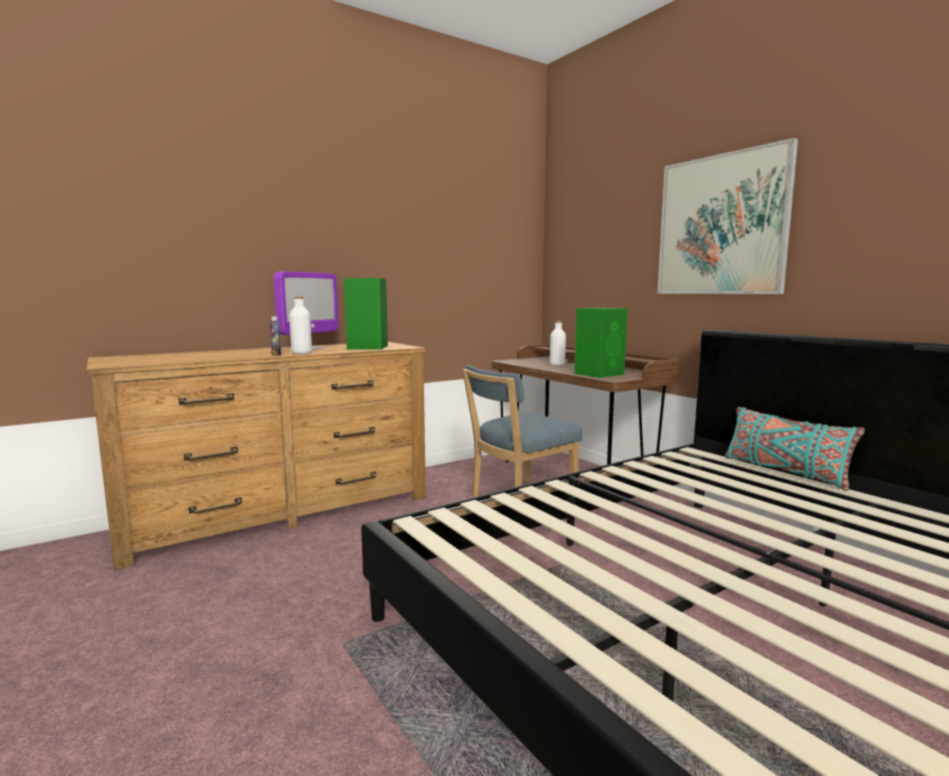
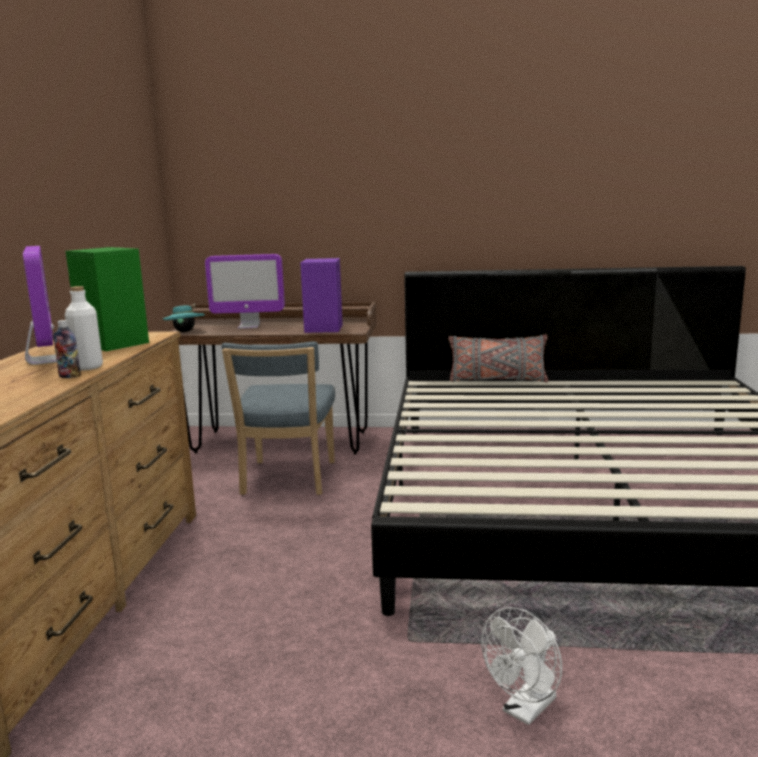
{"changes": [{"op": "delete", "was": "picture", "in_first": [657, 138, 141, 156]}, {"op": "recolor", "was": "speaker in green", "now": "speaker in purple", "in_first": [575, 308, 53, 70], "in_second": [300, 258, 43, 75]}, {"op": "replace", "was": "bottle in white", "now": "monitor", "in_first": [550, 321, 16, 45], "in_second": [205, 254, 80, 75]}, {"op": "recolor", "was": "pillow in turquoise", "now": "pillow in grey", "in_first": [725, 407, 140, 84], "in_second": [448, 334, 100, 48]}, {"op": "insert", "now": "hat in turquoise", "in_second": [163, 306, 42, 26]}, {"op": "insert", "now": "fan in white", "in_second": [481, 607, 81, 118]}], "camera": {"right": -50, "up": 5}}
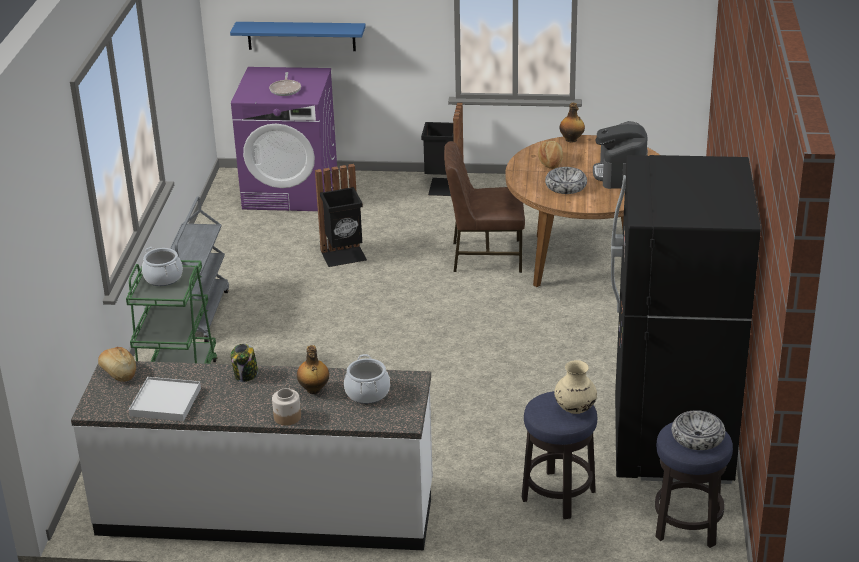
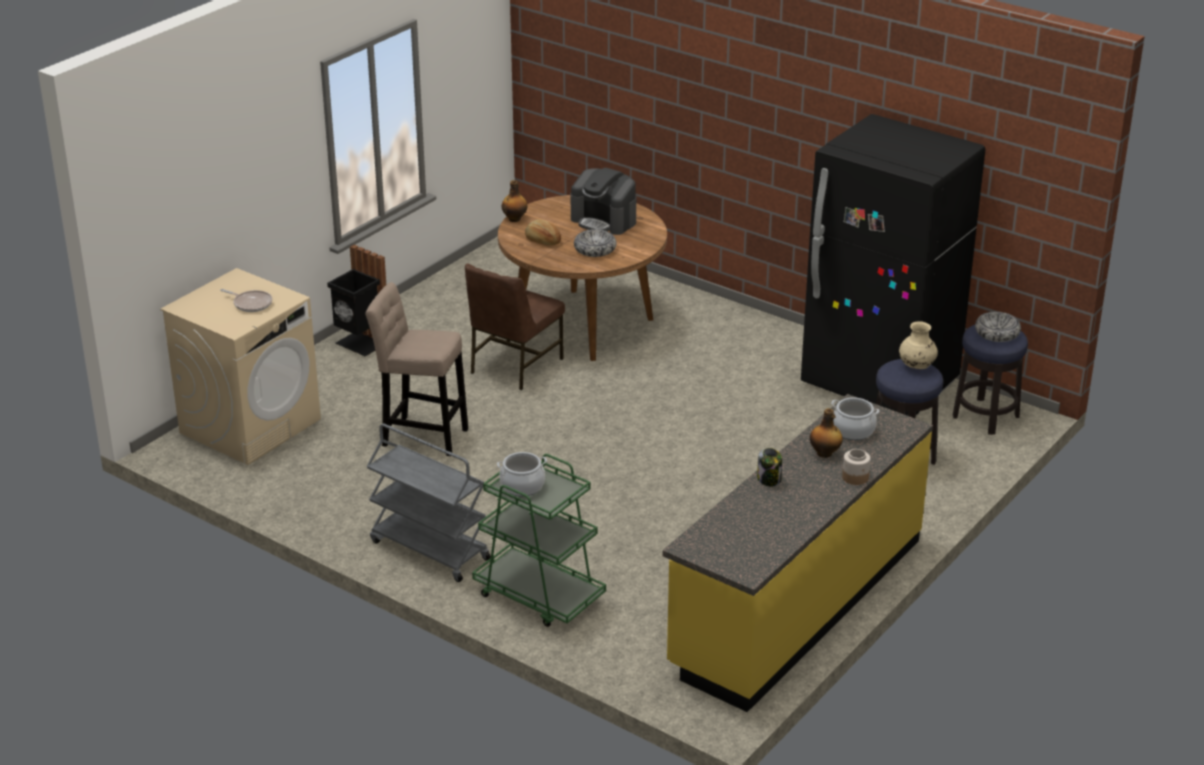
{"changes": [{"op": "delete", "was": "shelf in blue", "in_first": [230, 22, 136, 29]}, {"op": "recolor", "was": "washing machine in purple", "now": "washing machine in beige", "in_first": [231, 67, 106, 144], "in_second": [160, 268, 161, 197]}, {"op": "replace", "was": "trash can in black", "now": "stool in beige", "in_first": [315, 164, 52, 103], "in_second": [366, 282, 102, 174]}, {"op": "delete", "was": "bread", "in_first": [98, 347, 38, 35]}, {"op": "recolor", "was": "counter in white", "now": "counter in yellow", "in_first": [71, 361, 362, 189], "in_second": [663, 394, 270, 318]}, {"op": "delete", "was": "tray in white", "in_first": [129, 377, 72, 44]}], "camera": {"right": -60, "up": 0}}
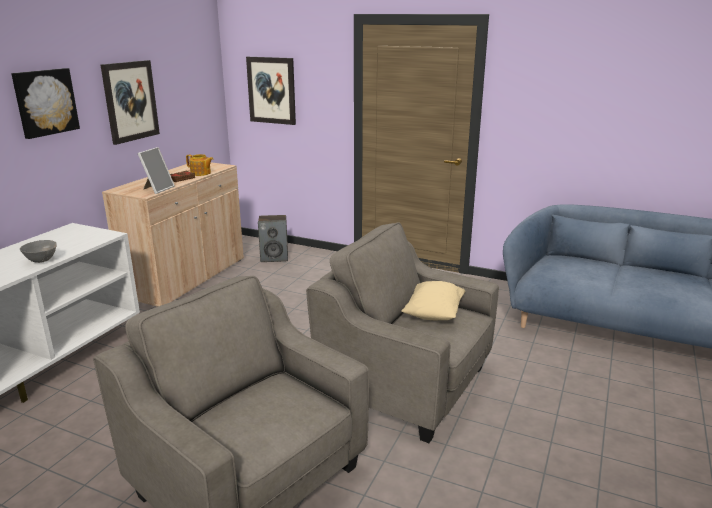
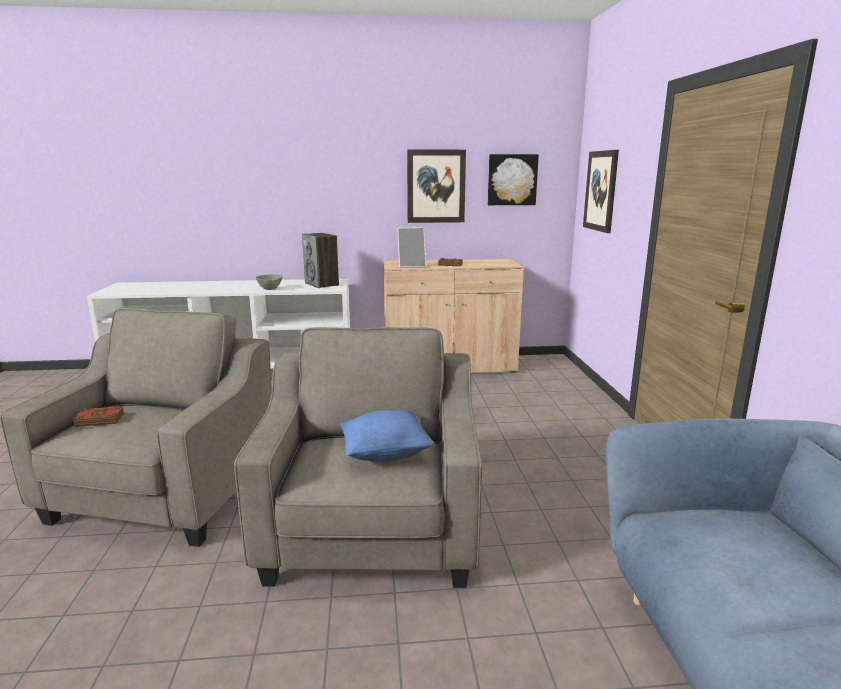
{"changes": [{"op": "move", "was": "picture", "in_first": [11, 68, 69, 71], "in_second": [488, 154, 51, 51]}, {"op": "delete", "was": "teapot", "in_first": [186, 154, 28, 22]}, {"op": "move", "was": "speaker", "in_first": [258, 215, 30, 47], "in_second": [302, 233, 37, 55]}, {"op": "recolor", "was": "pillow in beige", "now": "pillow in blue", "in_first": [401, 281, 65, 39], "in_second": [340, 410, 94, 52]}, {"op": "insert", "now": "book in brown", "in_second": [73, 406, 51, 21]}], "camera": {"right": 60, "up": -5}}
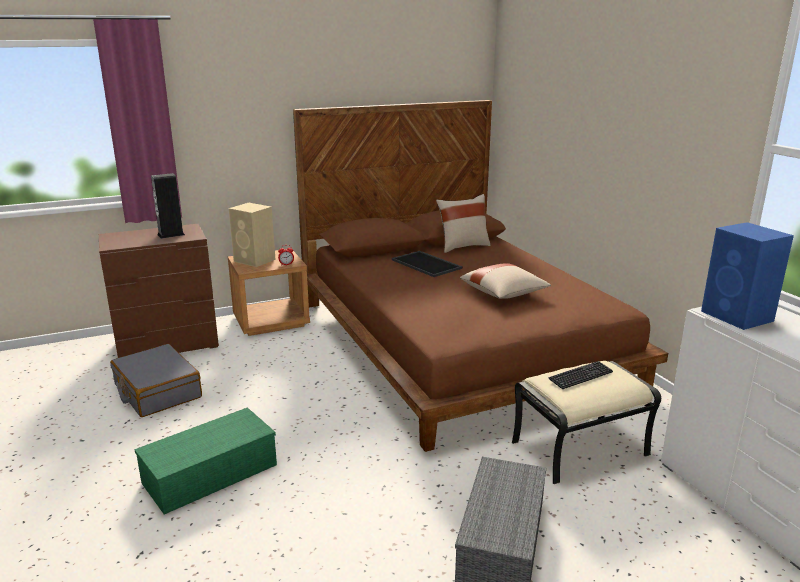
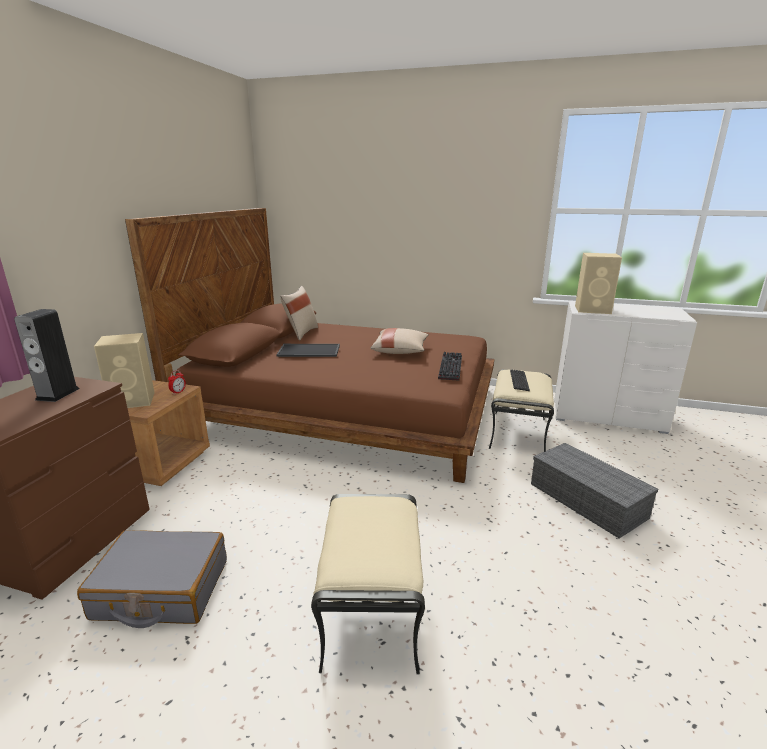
{"changes": [{"op": "recolor", "was": "speaker in blue", "now": "speaker in beige", "in_first": [701, 222, 93, 108], "in_second": [575, 253, 47, 61]}, {"op": "replace", "was": "storage box in green", "now": "ottoman in beige", "in_first": [134, 407, 143, 107], "in_second": [311, 494, 114, 181]}, {"op": "insert", "now": "keyboard", "in_second": [438, 352, 24, 29]}], "camera": {"right": -50, "up": 0}}
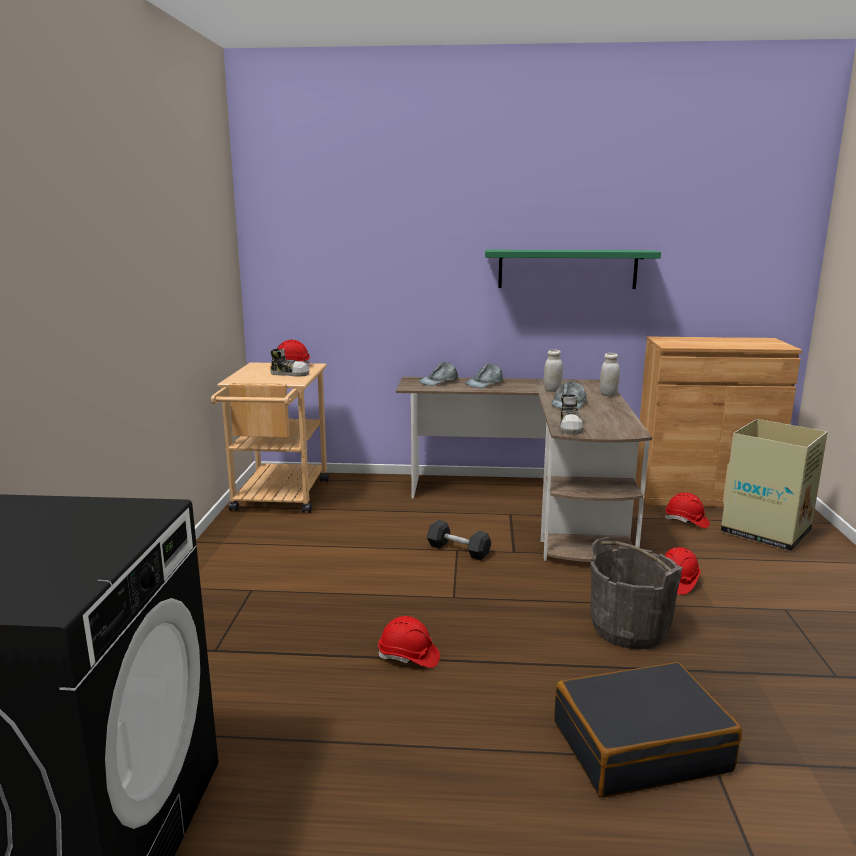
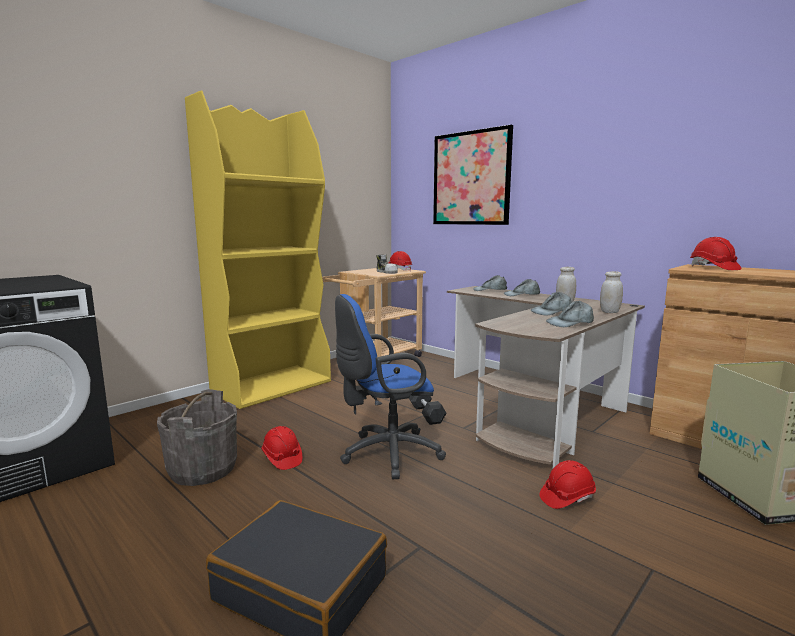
{"changes": [{"op": "delete", "was": "shelf in green", "in_first": [485, 250, 176, 39]}, {"op": "delete", "was": "shoe", "in_first": [560, 394, 24, 40]}, {"op": "move", "was": "hard hat in red", "in_first": [664, 493, 46, 35], "in_second": [690, 237, 52, 33]}, {"op": "move", "was": "bucket in grey", "in_first": [590, 537, 93, 112], "in_second": [157, 389, 80, 97]}, {"op": "insert", "now": "bookcase in yellow", "in_second": [185, 90, 146, 319]}, {"op": "insert", "now": "picture", "in_second": [433, 125, 80, 100]}, {"op": "insert", "now": "office chair in blue", "in_second": [335, 294, 111, 185]}, {"op": "insert", "now": "cap in grey", "in_second": [546, 301, 48, 26]}], "camera": {"right": 40, "up": -5}}
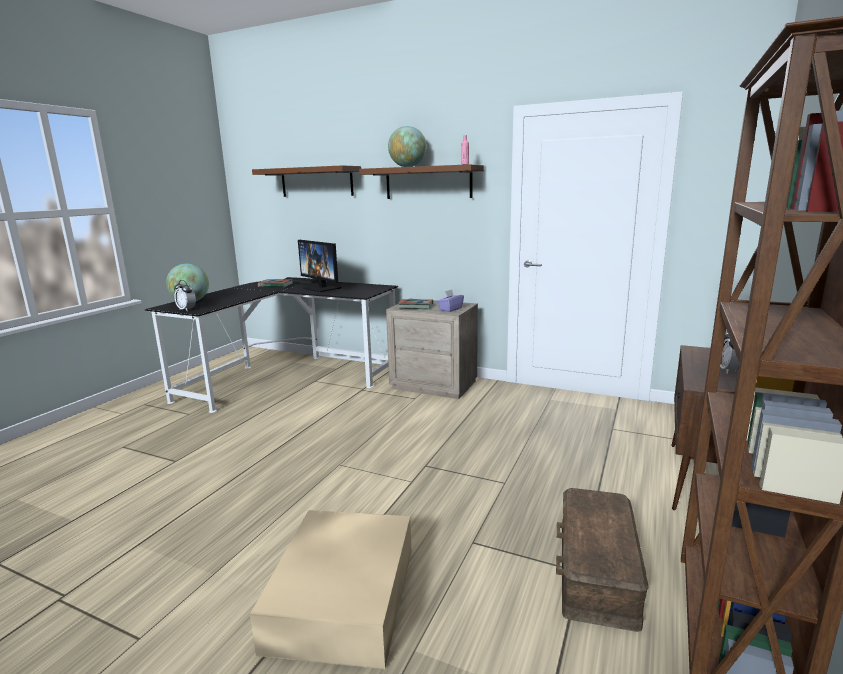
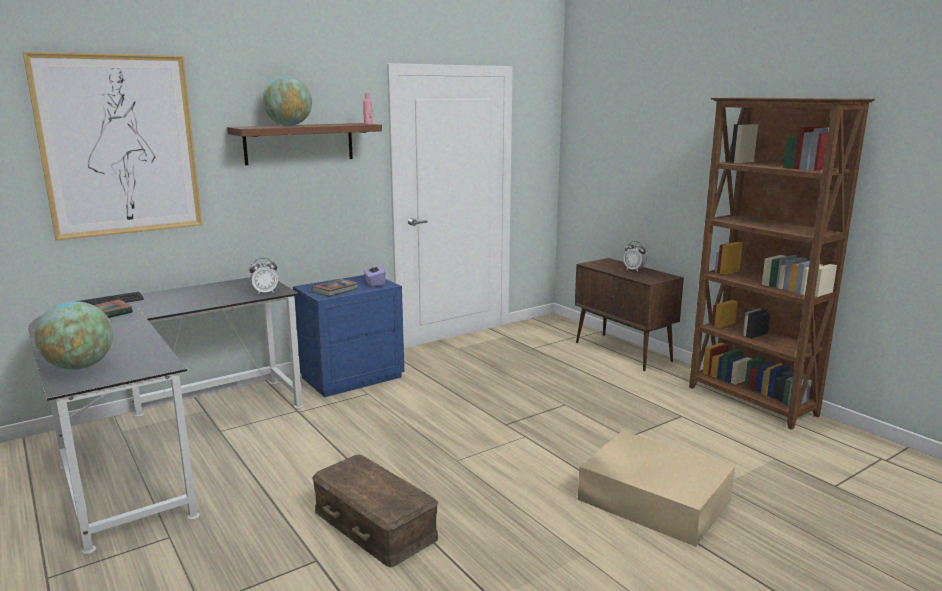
{"changes": [{"op": "replace", "was": "shelf in brown", "now": "picture", "in_first": [252, 165, 109, 32], "in_second": [23, 52, 179, 188]}, {"op": "delete", "was": "monitor", "in_first": [298, 240, 44, 52]}, {"op": "move", "was": "alarm clock", "in_first": [174, 280, 22, 31], "in_second": [249, 258, 29, 37]}, {"op": "recolor", "was": "nightstand in beige", "now": "nightstand in blue", "in_first": [386, 300, 92, 99], "in_second": [293, 275, 111, 122]}, {"op": "move", "was": "storage box in brown", "in_first": [556, 488, 93, 144], "in_second": [312, 455, 126, 112]}], "camera": {"right": -60, "up": 0}}
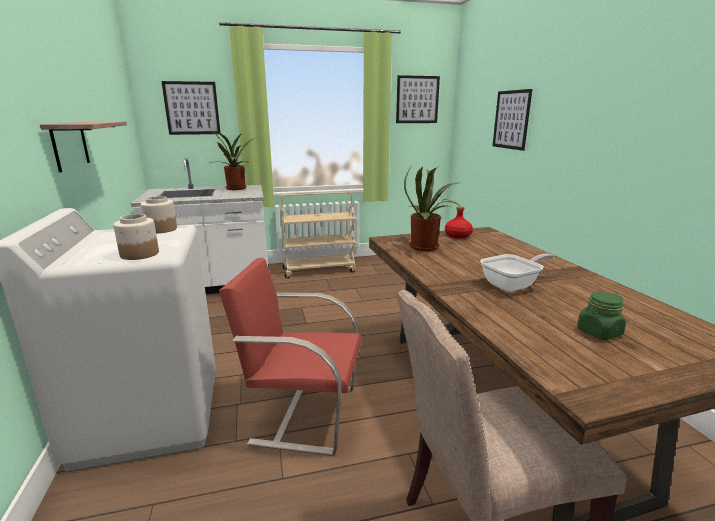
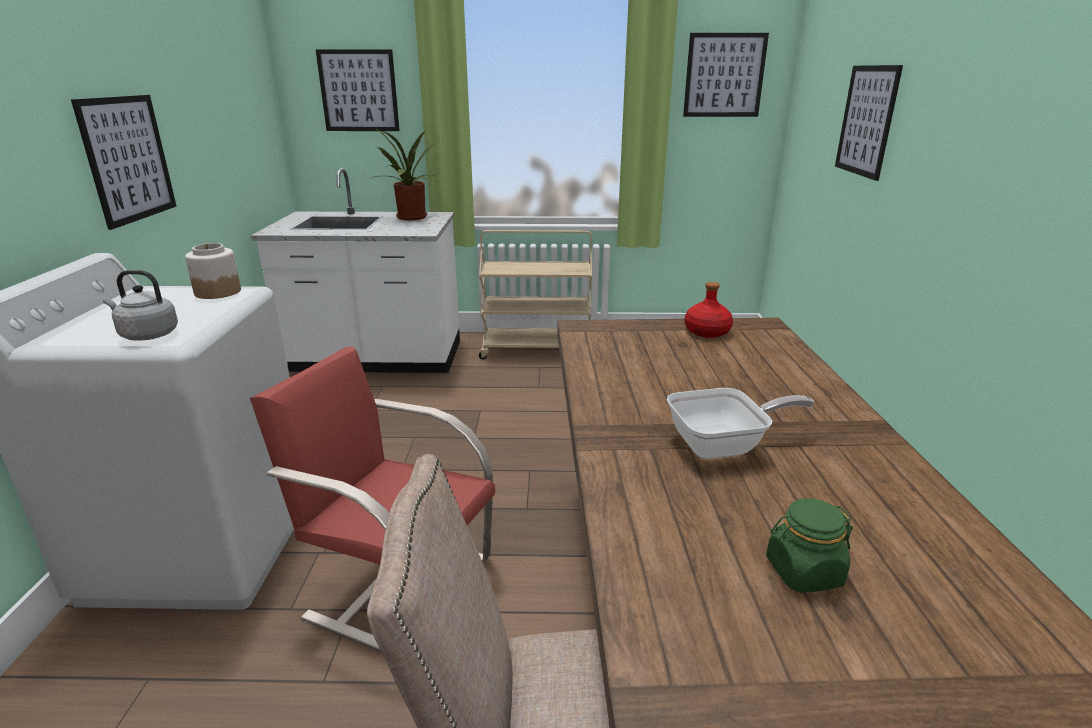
{"changes": [{"op": "replace", "was": "shelf", "now": "picture", "in_first": [40, 121, 87, 51], "in_second": [71, 95, 106, 135]}, {"op": "delete", "was": "potted plant", "in_first": [404, 167, 59, 84]}, {"op": "replace", "was": "jar", "now": "kettle in grey", "in_first": [113, 214, 46, 46], "in_second": [103, 270, 75, 71]}], "camera": {"right": 15, "up": 5}}
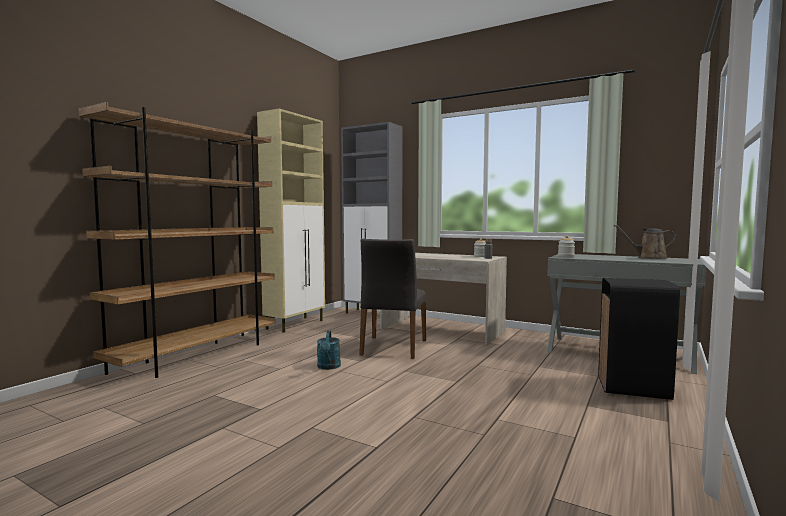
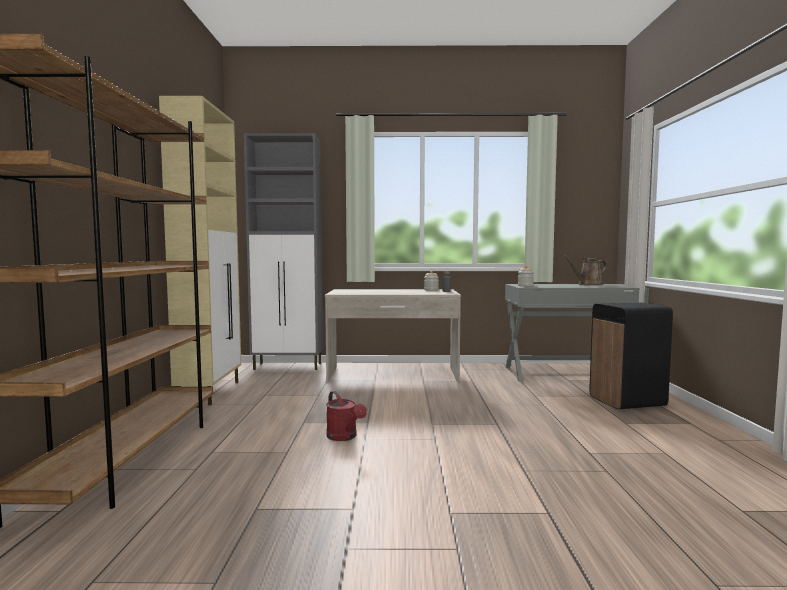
{"changes": [{"op": "delete", "was": "chair in grey", "in_first": [359, 239, 67, 120]}, {"op": "recolor", "was": "watering can in turquoise", "now": "watering can in red", "in_first": [317, 331, 24, 39], "in_second": [326, 391, 41, 50]}], "camera": {"right": -30, "up": 0}}
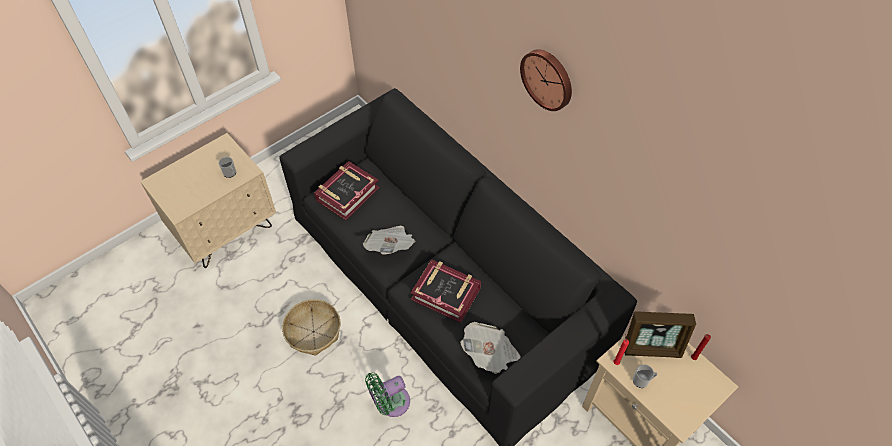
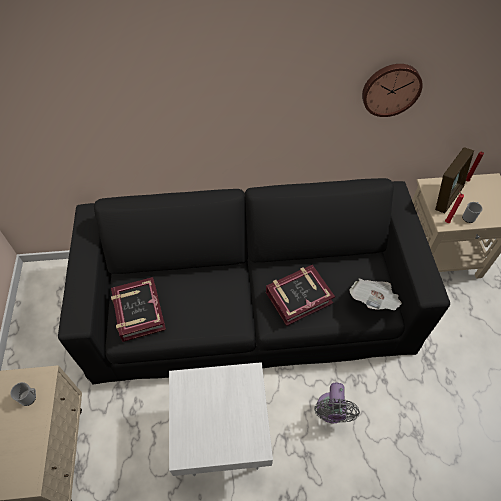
{"changes": [{"op": "move", "was": "wall clock", "in_first": [520, 49, 52, 62], "in_second": [362, 64, 61, 53]}, {"op": "delete", "was": "newspaper", "in_first": [363, 226, 52, 29]}, {"op": "replace", "was": "basket", "now": "side table in white", "in_first": [282, 299, 58, 57], "in_second": [169, 362, 104, 114]}, {"op": "recolor", "was": "fan in green", "now": "fan in grey", "in_first": [365, 373, 45, 44], "in_second": [314, 383, 46, 41]}], "camera": {"right": -55, "up": 0}}
